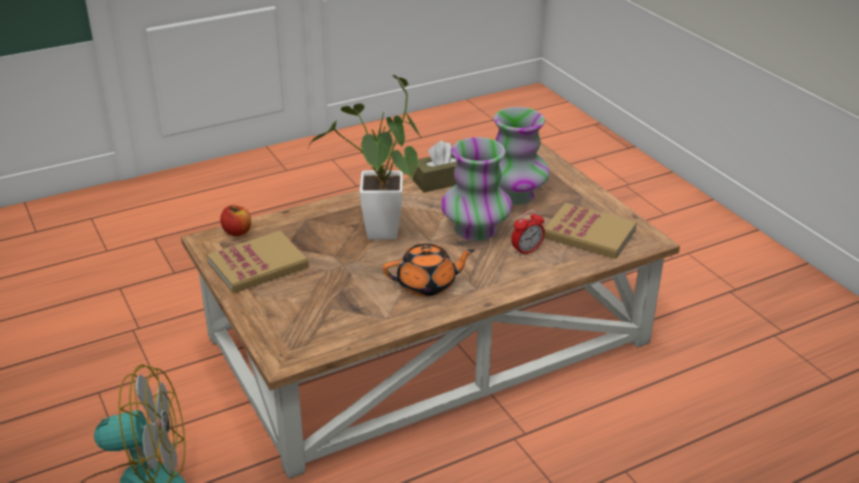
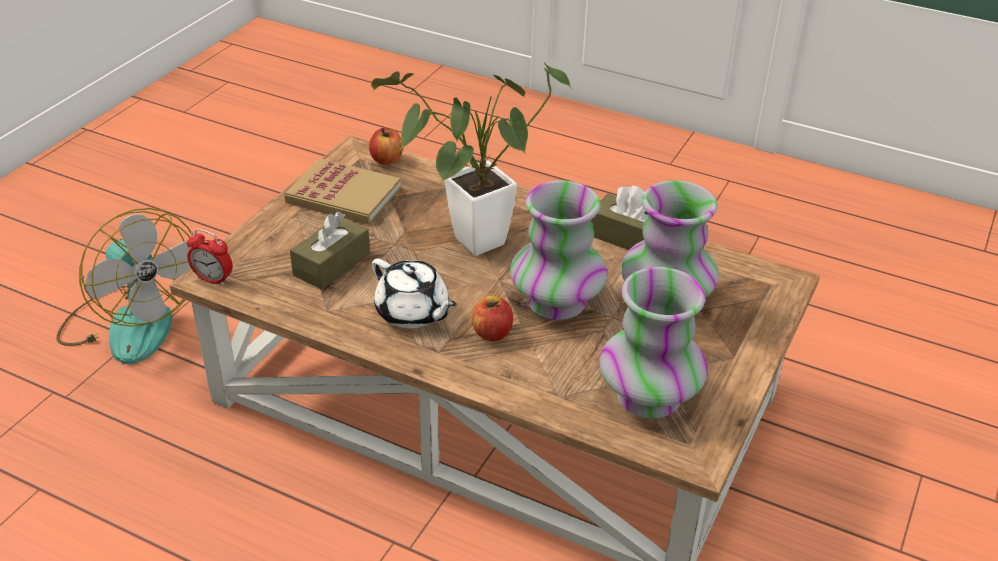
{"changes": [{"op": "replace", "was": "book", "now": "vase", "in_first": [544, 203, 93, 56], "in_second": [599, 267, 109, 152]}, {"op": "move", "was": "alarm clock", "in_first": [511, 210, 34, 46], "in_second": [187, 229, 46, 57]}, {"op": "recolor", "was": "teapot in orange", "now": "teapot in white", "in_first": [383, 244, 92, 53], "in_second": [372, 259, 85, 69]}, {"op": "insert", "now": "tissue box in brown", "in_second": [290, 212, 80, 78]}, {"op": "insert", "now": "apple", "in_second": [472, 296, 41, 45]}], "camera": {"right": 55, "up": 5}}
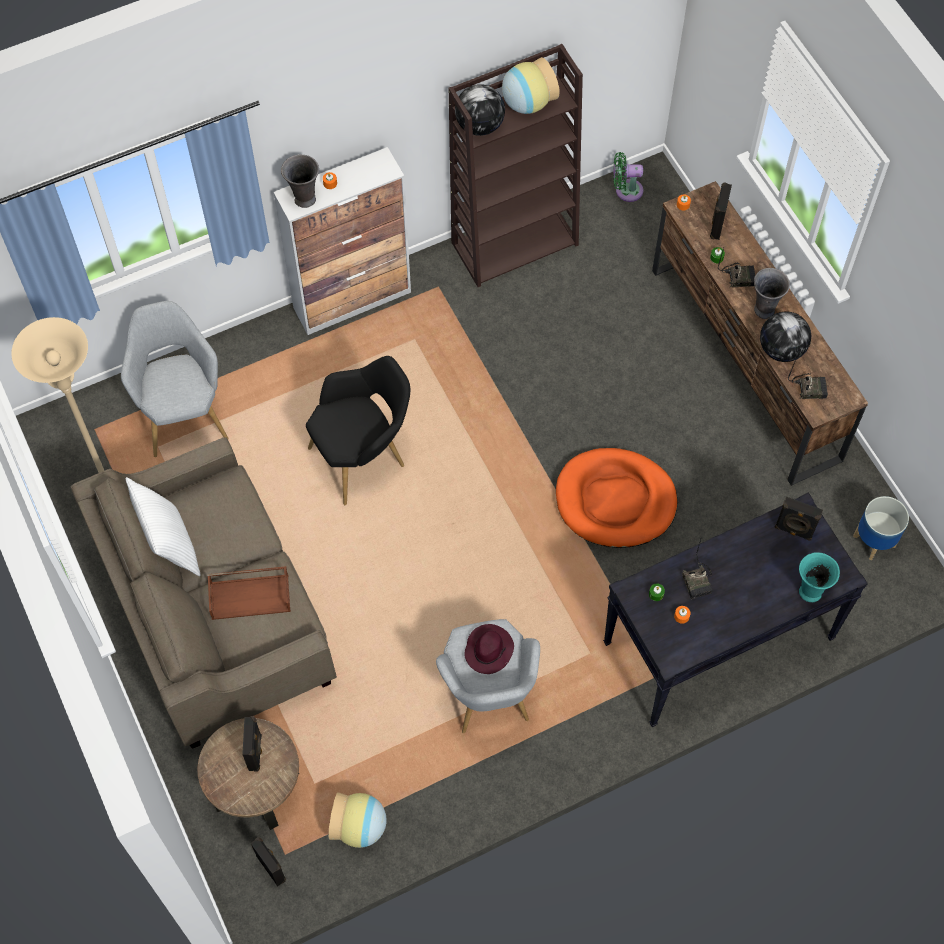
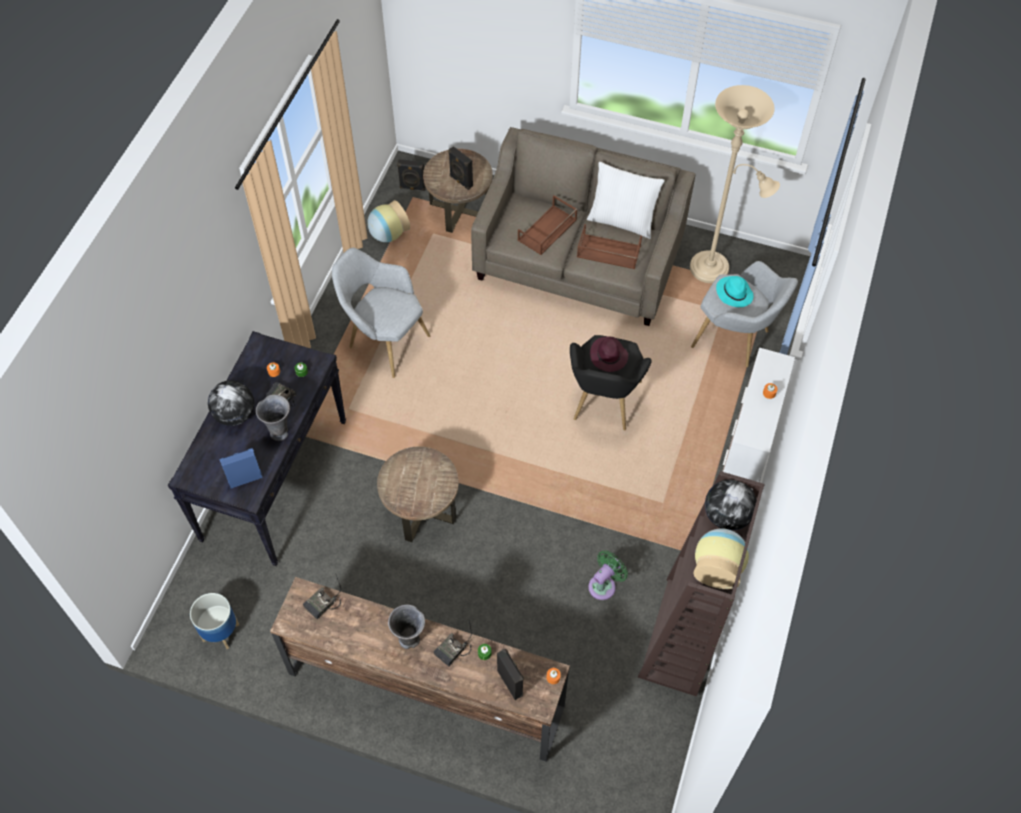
{"changes": [{"op": "move", "was": "fan in green", "in_first": [613, 152, 30, 50], "in_second": [588, 550, 40, 50]}, {"op": "move", "was": "vase in grey", "in_first": [281, 155, 38, 53], "in_second": [256, 395, 34, 46]}, {"op": "move", "was": "globe", "in_first": [760, 311, 51, 51], "in_second": [208, 380, 46, 46]}, {"op": "replace", "was": "dog bed in orange", "now": "side table in brown", "in_first": [556, 448, 121, 100], "in_second": [377, 446, 82, 96]}, {"op": "recolor", "was": "speaker in black", "now": "speaker in blue", "in_first": [775, 497, 48, 44], "in_second": [219, 448, 44, 40]}, {"op": "delete", "was": "vase in turquoise", "in_first": [799, 552, 41, 50]}, {"op": "move", "was": "hat in purple", "in_first": [464, 624, 50, 50], "in_second": [590, 336, 38, 36]}, {"op": "insert", "now": "tray in brown", "in_second": [577, 224, 65, 45]}, {"op": "insert", "now": "hat in turquoise", "in_second": [716, 276, 37, 31]}], "camera": {"right": 135, "up": -5}}
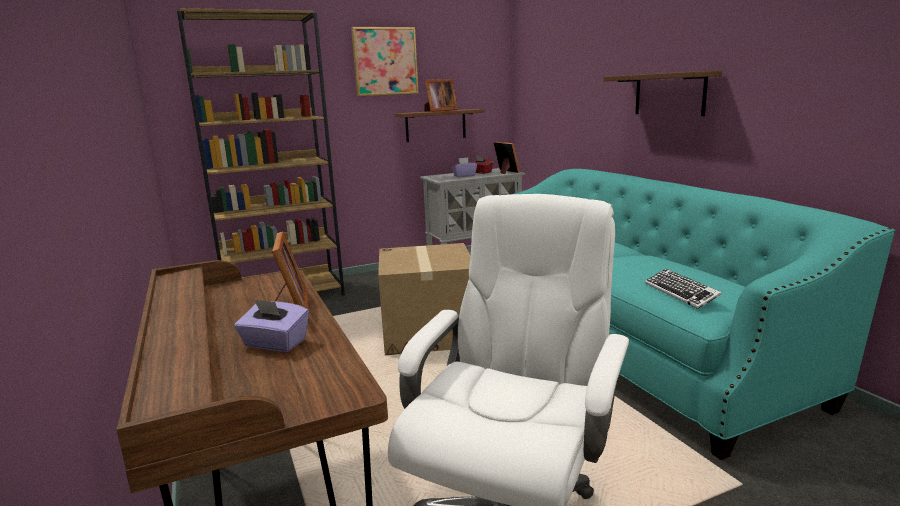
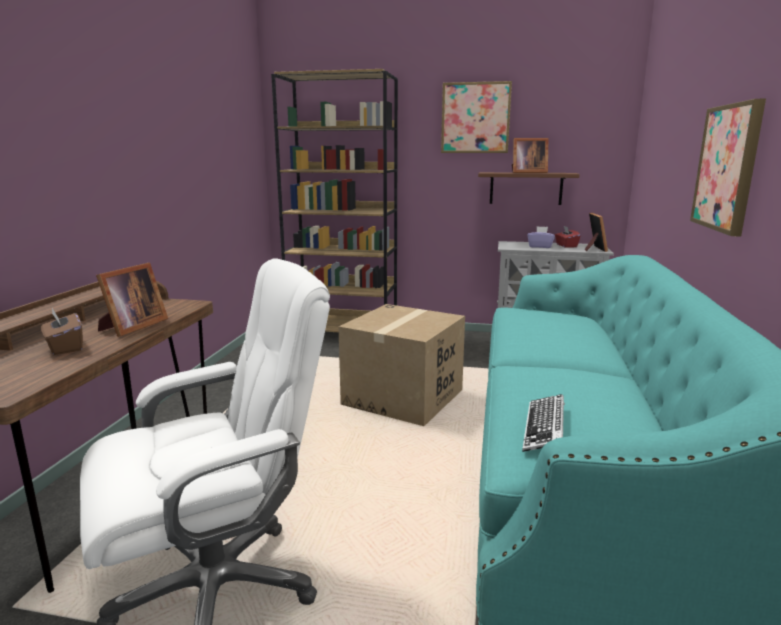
{"changes": [{"op": "replace", "was": "shelf in brown", "now": "picture", "in_first": [603, 71, 119, 45], "in_second": [690, 99, 76, 138]}, {"op": "recolor", "was": "tissue box in purple", "now": "tissue box in brown", "in_first": [234, 299, 75, 53], "in_second": [41, 308, 42, 47]}], "camera": {"right": 35, "up": 0}}
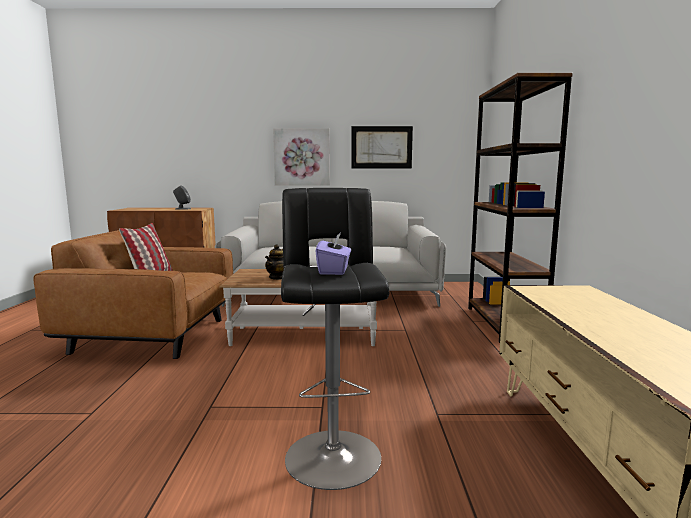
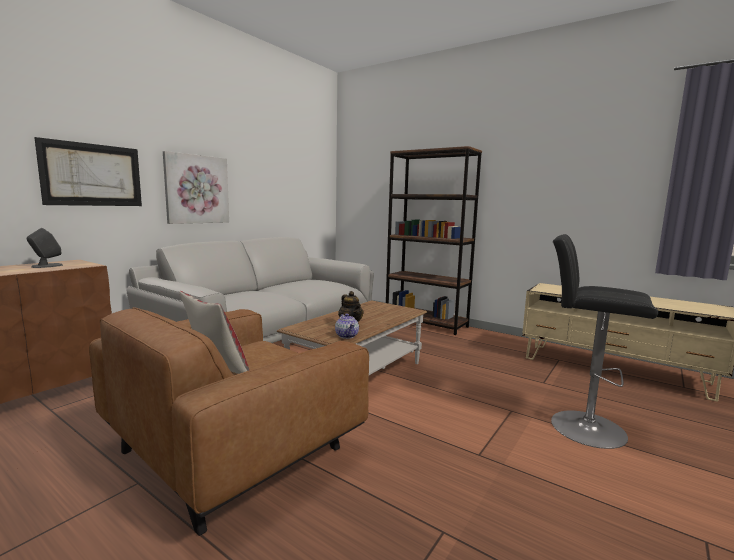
{"changes": [{"op": "move", "was": "picture", "in_first": [351, 126, 62, 43], "in_second": [34, 137, 108, 69]}, {"op": "delete", "was": "tissue box in purple", "in_first": [316, 233, 35, 42]}, {"op": "insert", "now": "teapot", "in_second": [335, 314, 24, 25]}], "camera": {"right": -55, "up": 0}}
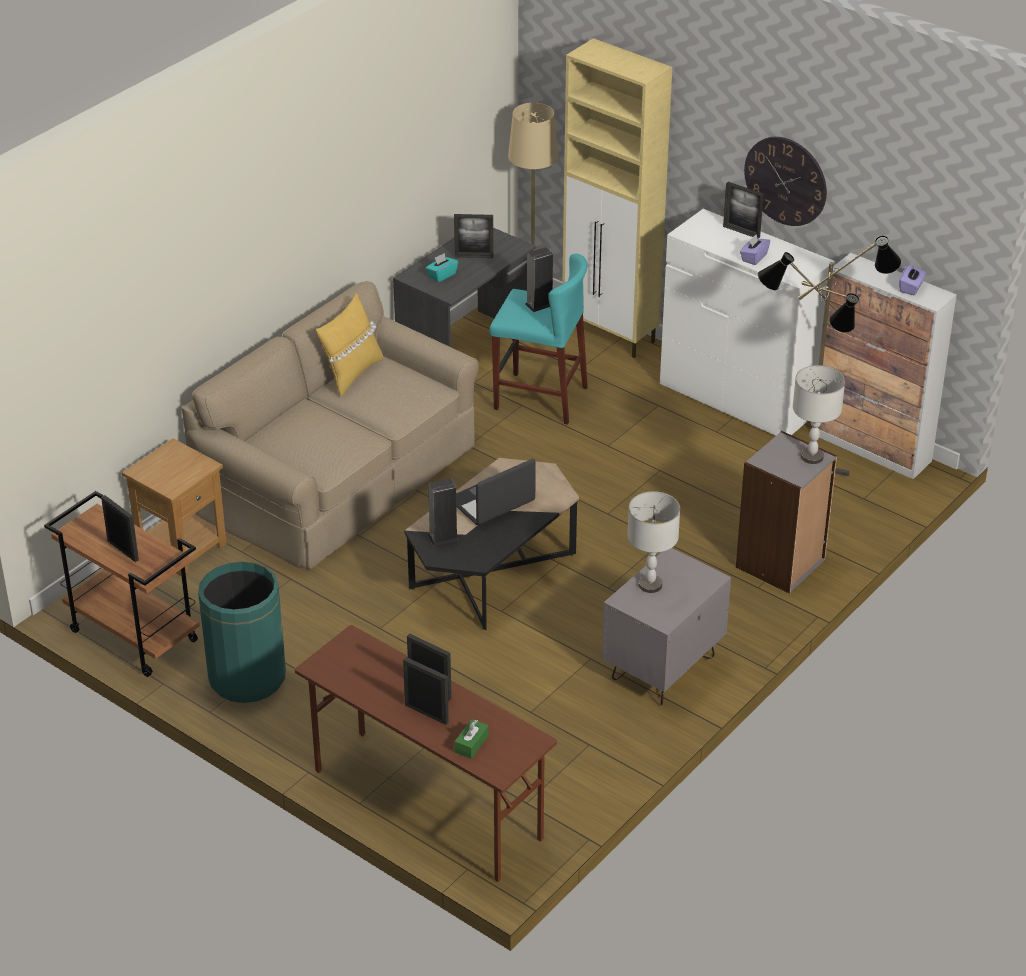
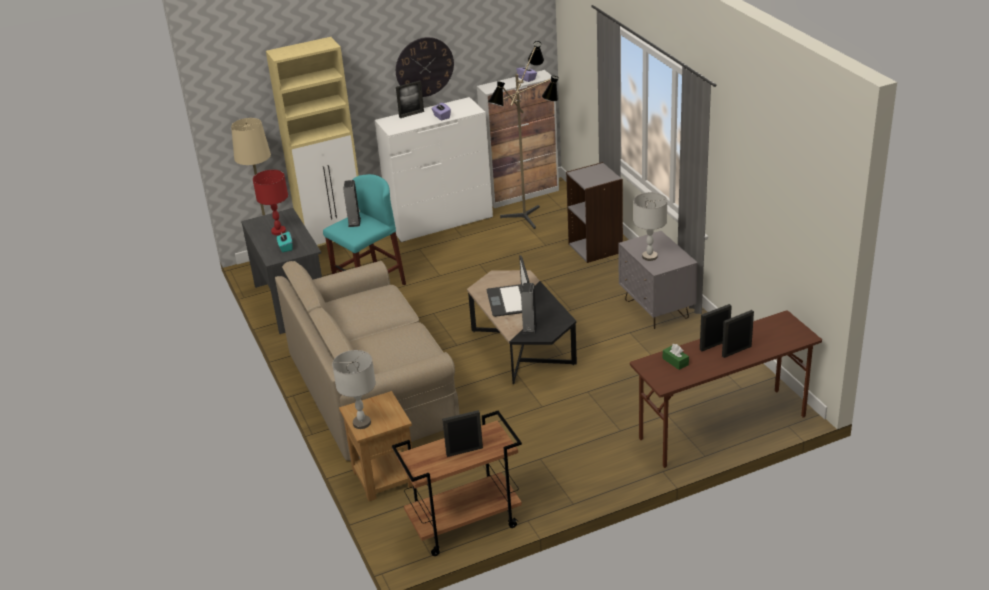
{"changes": [{"op": "replace", "was": "picture frame", "now": "table lamp in red", "in_first": [454, 214, 39, 44], "in_second": [253, 170, 35, 65]}, {"op": "delete", "was": "pillow in yellow", "in_first": [316, 294, 67, 103]}, {"op": "move", "was": "table lamp in grey", "in_first": [793, 365, 52, 99], "in_second": [332, 350, 44, 79]}, {"op": "delete", "was": "trash can in green", "in_first": [198, 562, 88, 141]}, {"op": "move", "was": "tissue box in green", "in_first": [454, 719, 34, 40], "in_second": [663, 344, 26, 26]}], "camera": {"right": -60, "up": -5}}
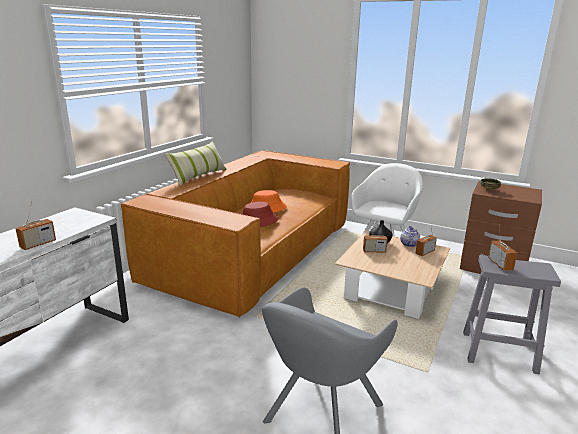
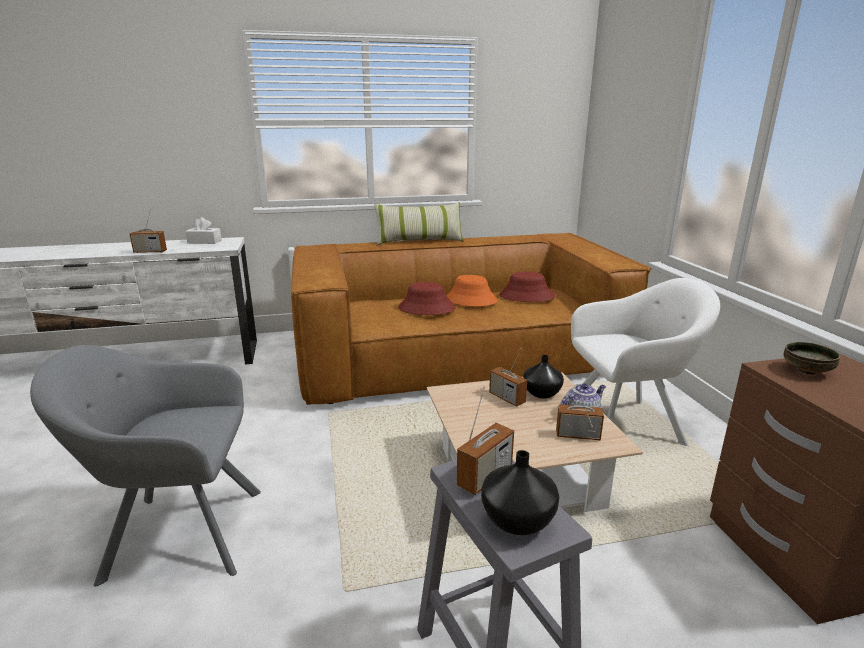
{"changes": [{"op": "insert", "now": "tissue box in white", "in_second": [185, 217, 37, 27]}, {"op": "insert", "now": "hat in red", "in_second": [499, 272, 56, 30]}, {"op": "insert", "now": "vase in black", "in_second": [481, 450, 78, 85]}], "camera": {"right": 50, "up": 0}}
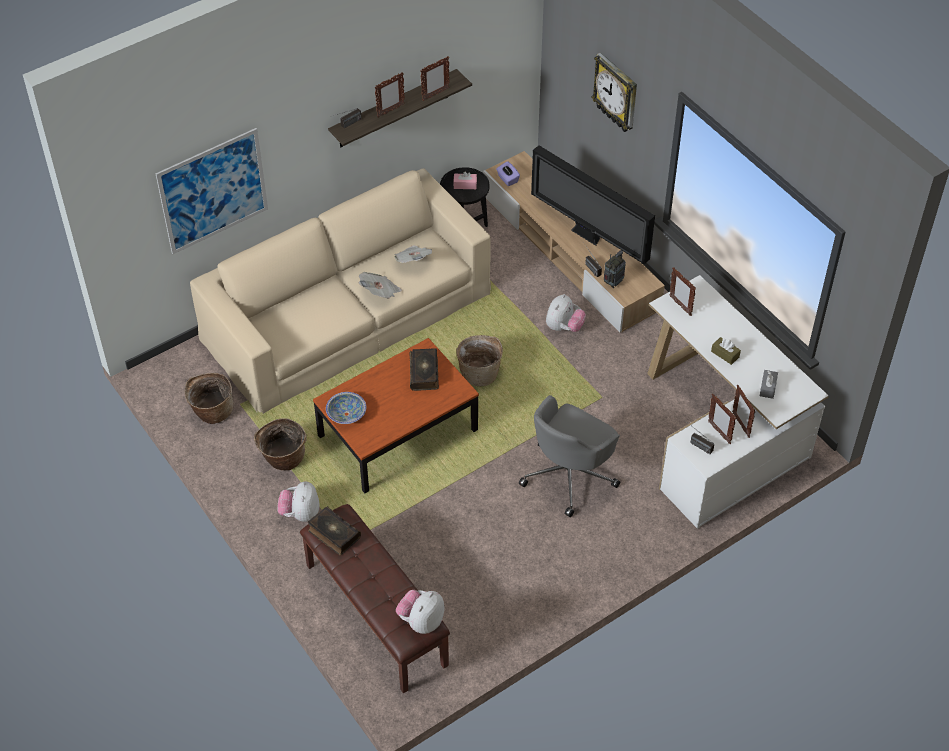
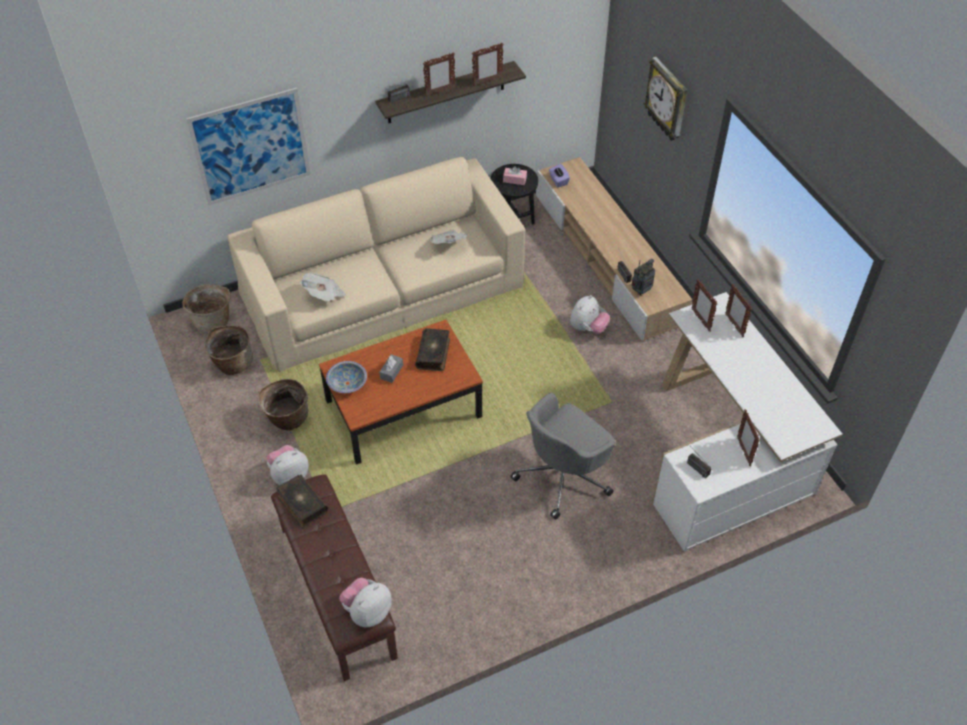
{"changes": [{"op": "delete", "was": "television", "in_first": [531, 145, 124, 119]}, {"op": "move", "was": "newspaper", "in_first": [358, 272, 44, 27], "in_second": [300, 272, 46, 30]}, {"op": "move", "was": "basket", "in_first": [456, 335, 47, 51], "in_second": [182, 284, 49, 49]}, {"op": "delete", "was": "tissue box in brown", "in_first": [711, 337, 30, 28]}, {"op": "move", "was": "tissue box in grey", "in_first": [760, 370, 18, 29], "in_second": [380, 354, 23, 29]}, {"op": "move", "was": "picture frame", "in_first": [708, 394, 28, 50], "in_second": [725, 284, 27, 53]}, {"op": "rotate", "was": "plush toy", "in_first": [278, 481, 41, 41], "in_second": [267, 445, 42, 40], "clockwise": 45}], "camera": {"right": 10, "up": 0}}
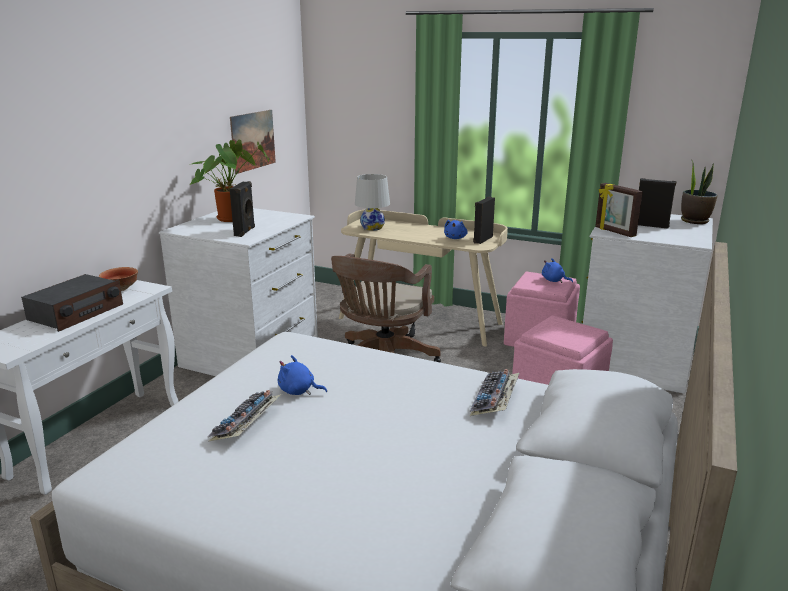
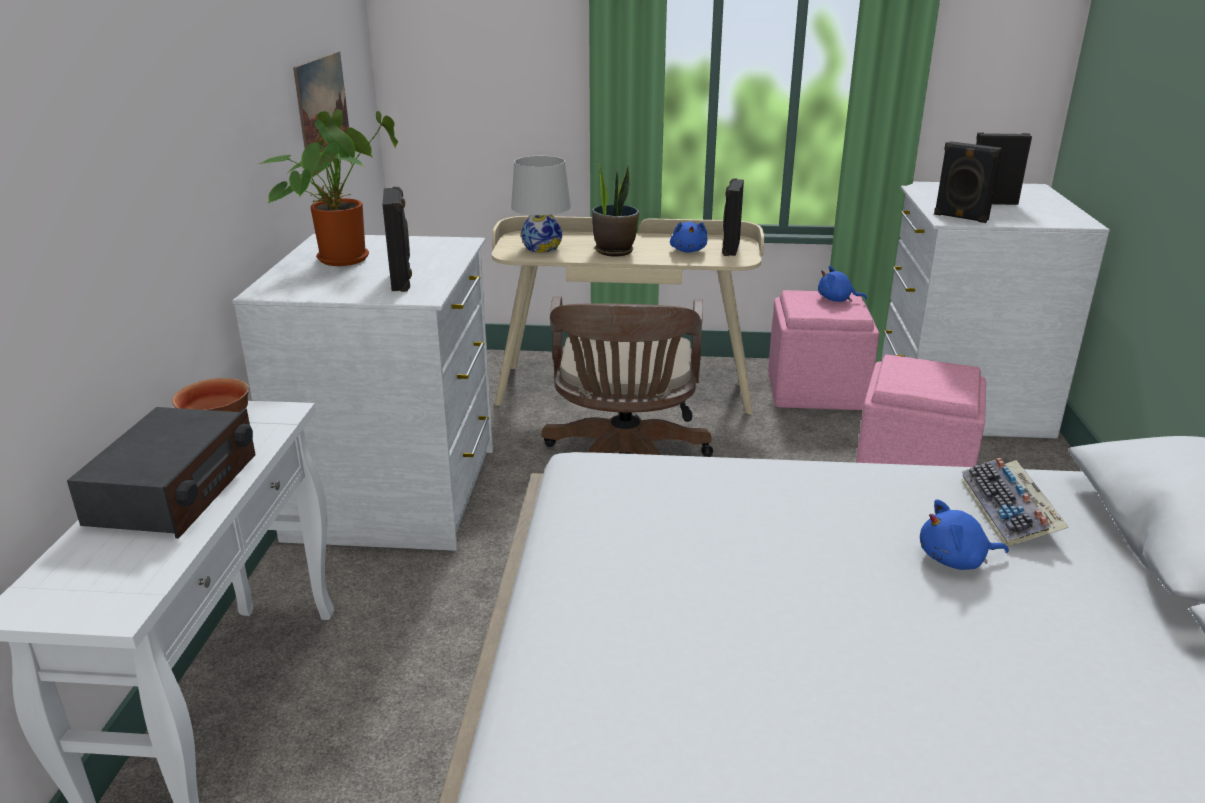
{"changes": [{"op": "move", "was": "potted plant", "in_first": [681, 159, 37, 65], "in_second": [592, 162, 47, 94]}, {"op": "replace", "was": "picture frame", "now": "speaker in black", "in_first": [595, 183, 48, 54], "in_second": [934, 141, 68, 82]}, {"op": "move", "was": "plush toy in blue", "in_first": [278, 355, 49, 40], "in_second": [920, 499, 89, 71]}, {"op": "delete", "was": "keyboard", "in_first": [207, 390, 75, 52]}], "camera": {"right": -20, "up": 5}}
